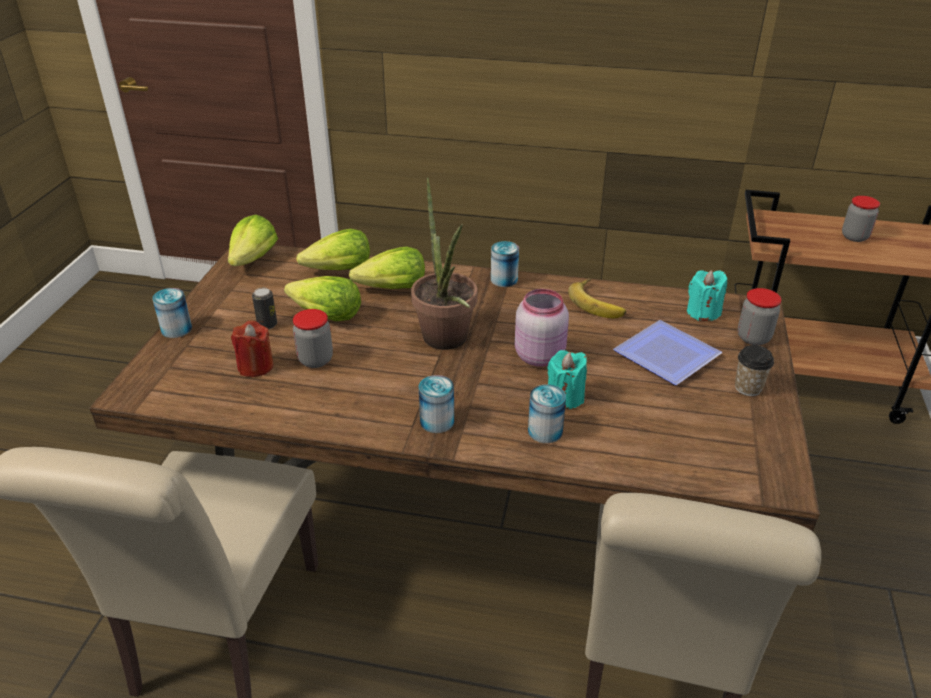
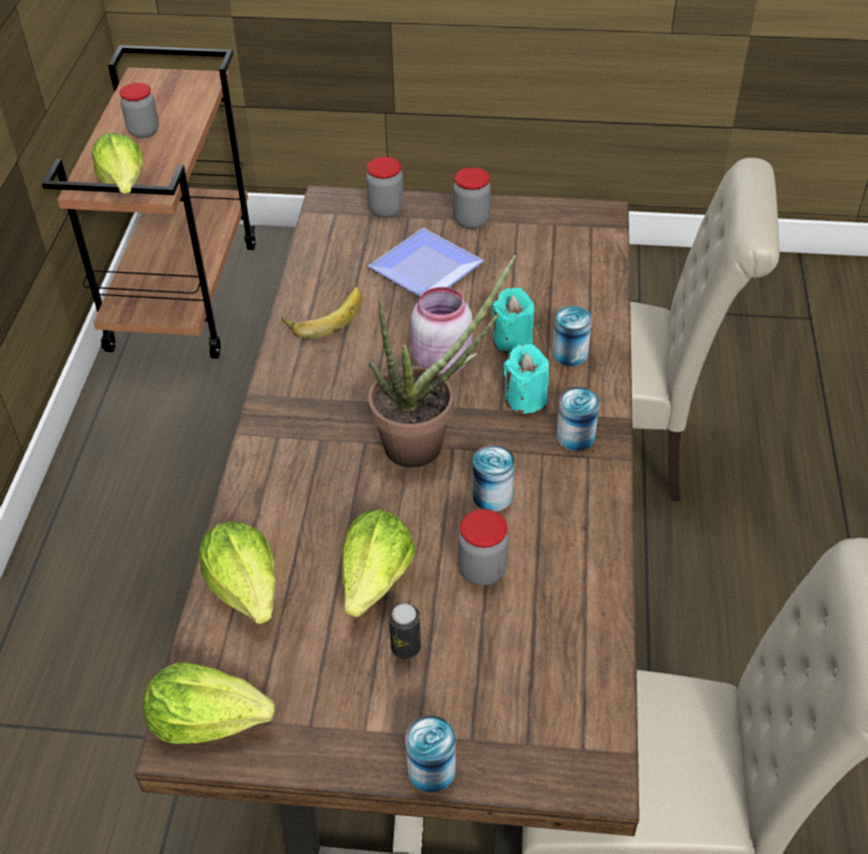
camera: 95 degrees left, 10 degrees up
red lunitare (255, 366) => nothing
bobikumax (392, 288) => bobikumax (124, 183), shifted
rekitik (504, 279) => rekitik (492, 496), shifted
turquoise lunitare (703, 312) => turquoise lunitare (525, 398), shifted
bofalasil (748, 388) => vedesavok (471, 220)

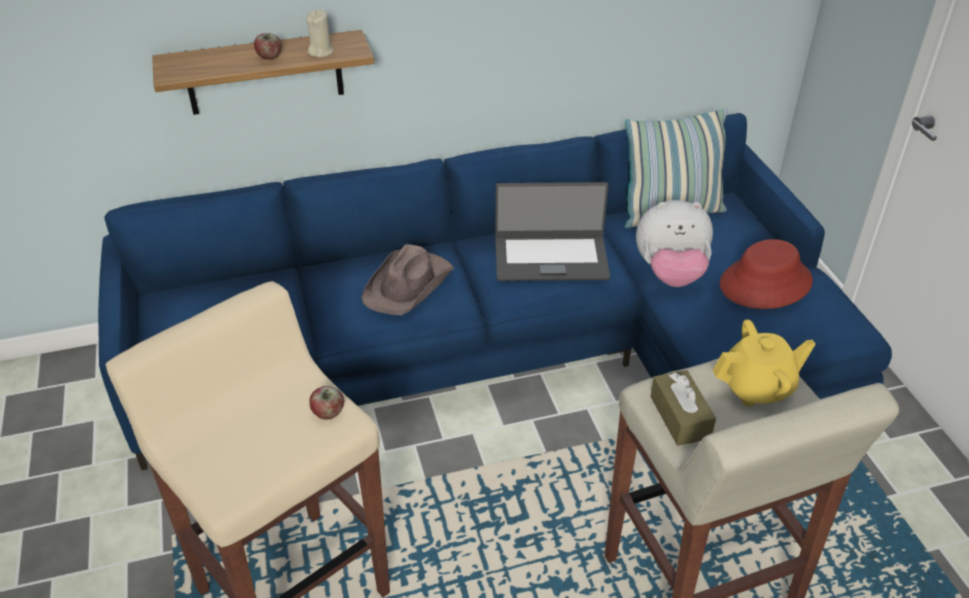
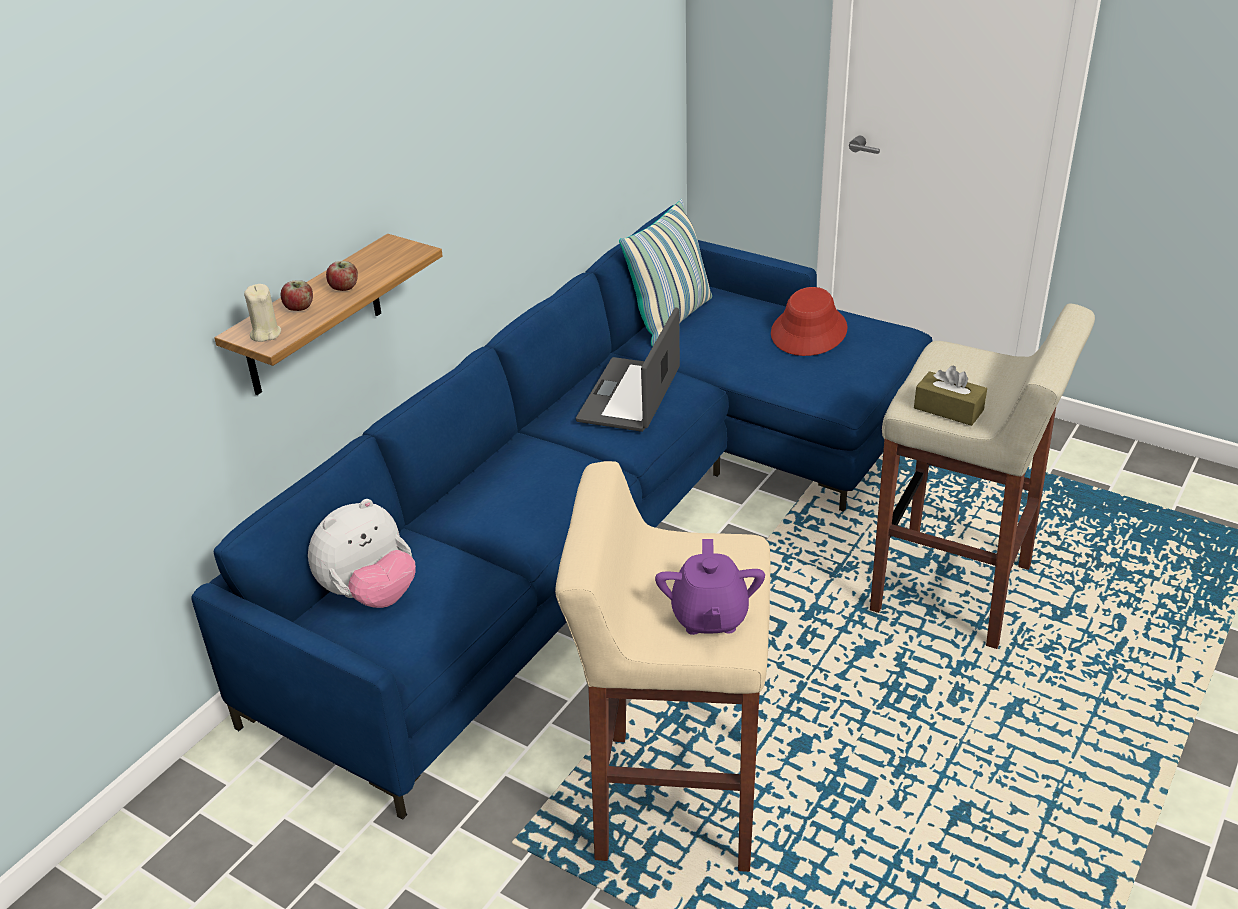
camera: 40 degrees left, 5 degrees down
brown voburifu (409, 285) => nothing
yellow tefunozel (757, 388) => nothing
nothing => purple tefunozel (709, 617)
beige lunitare (321, 52) => beige lunitare (265, 334), shifted
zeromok (328, 413) => zeromok (299, 308), shifted
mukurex (670, 274) => mukurex (370, 594), shifted
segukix (551, 258) => segukix (631, 395), 150 degrees clockwise

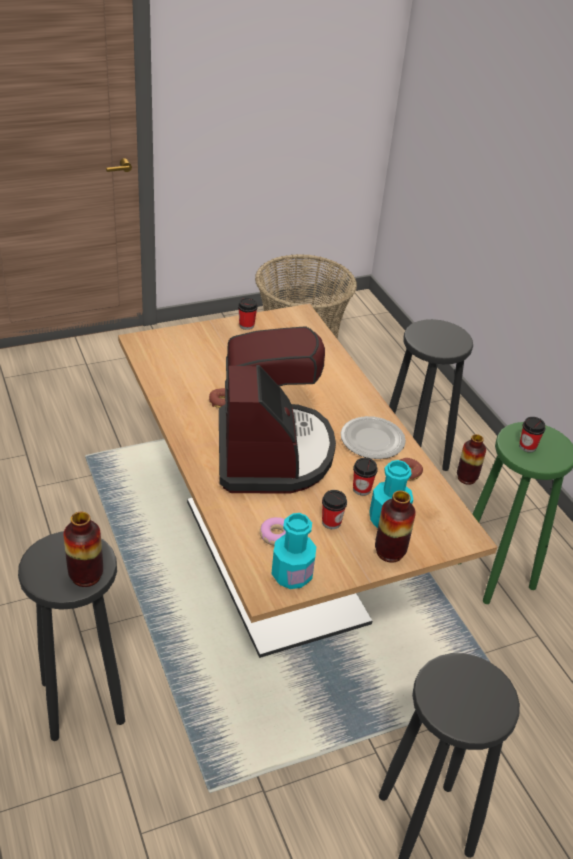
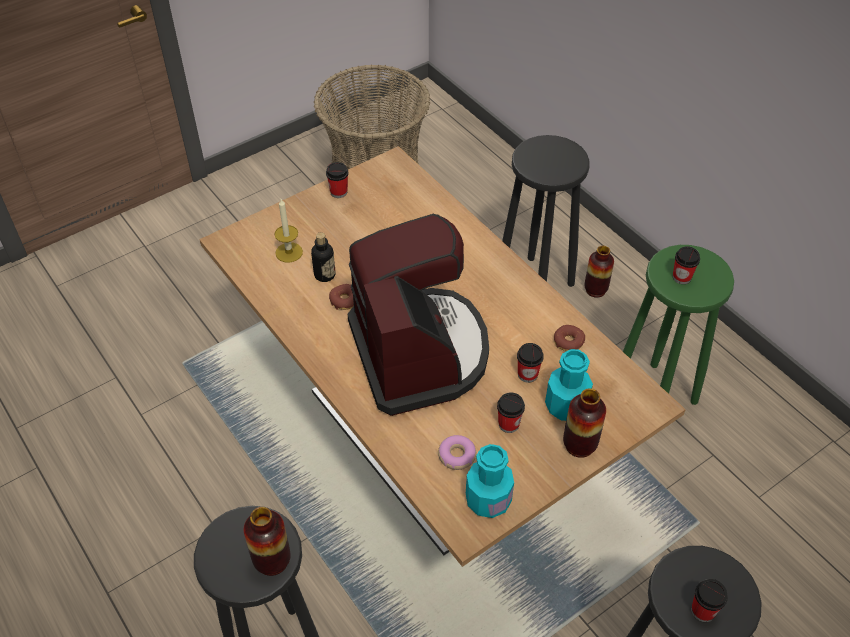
camera: 10 degrees left, 10 degrees up
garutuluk (372, 440) => nothing
nothing => lunitare (289, 252)
nothing => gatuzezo (324, 275)
nothing => bofalasil (703, 610)

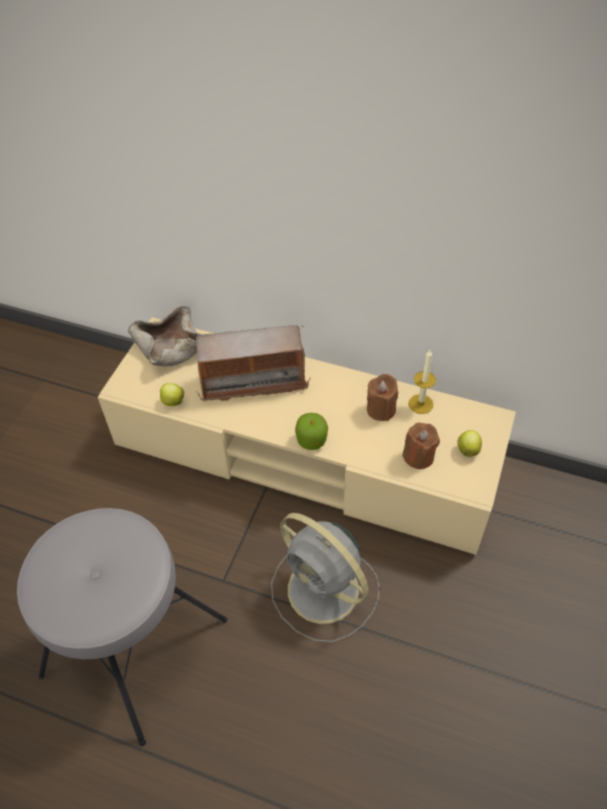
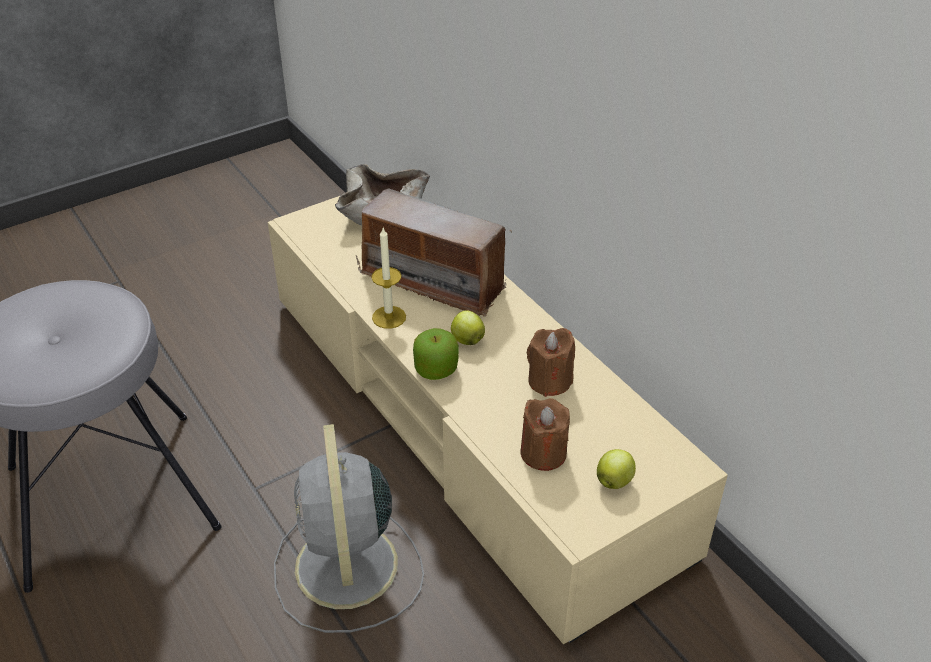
camera: 35 degrees right, 10 degrees down
zeromok (172, 401) => zeromok (467, 340), shifted
lunitare (420, 404) => lunitare (389, 317), shifted

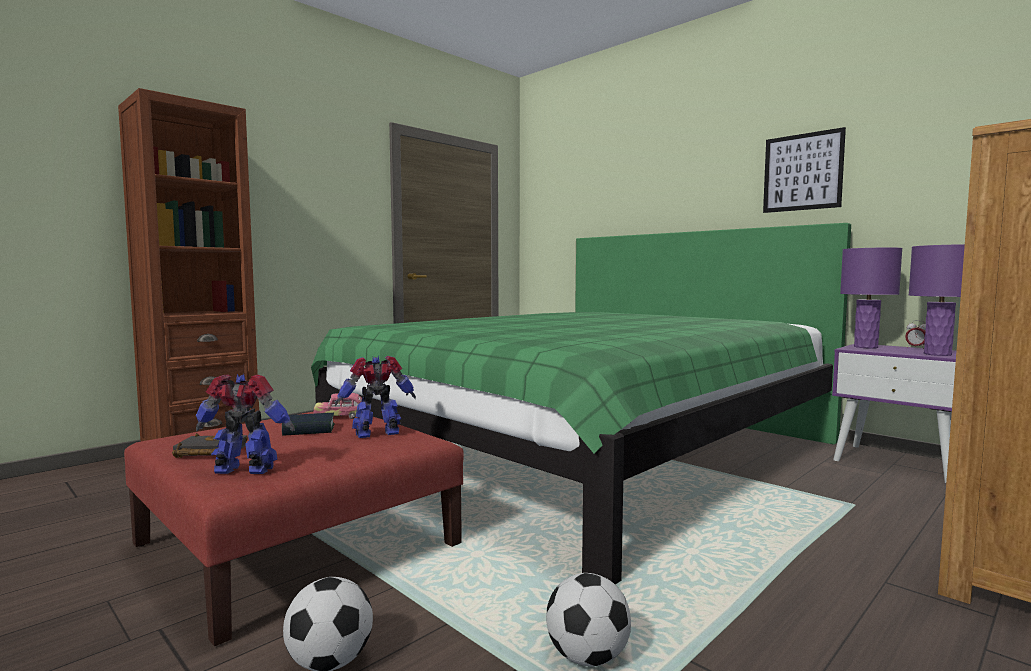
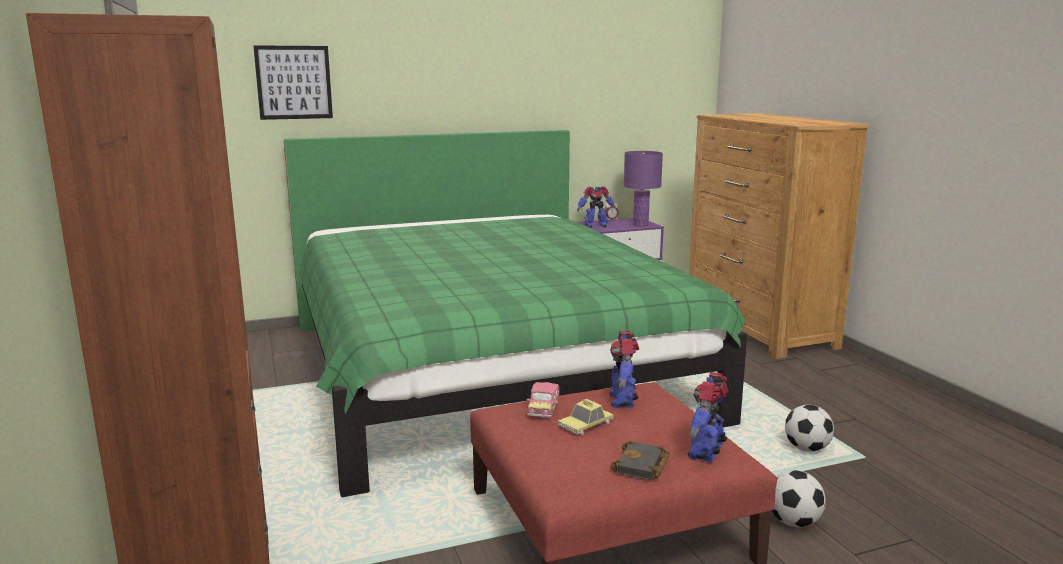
camera: 65 degrees left, 10 degrees up
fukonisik (802, 172) => fukonisik (294, 82), shifted
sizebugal (309, 430) => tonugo (585, 424)
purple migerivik (866, 347) => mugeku (595, 225)

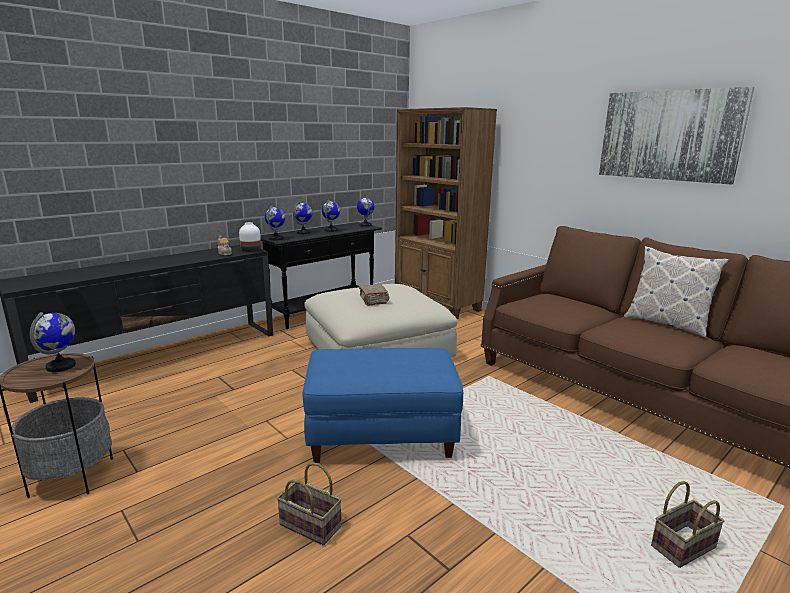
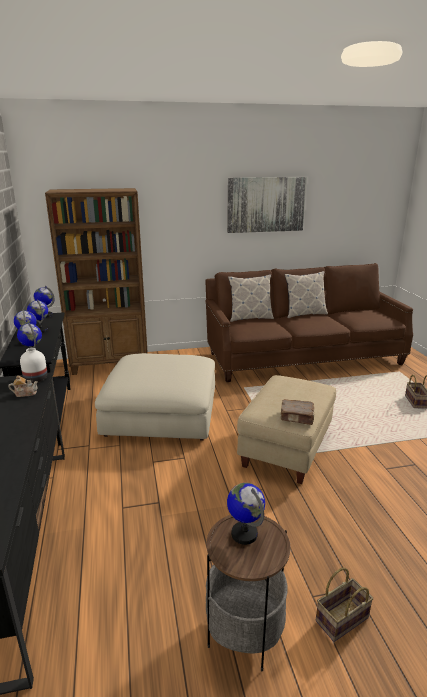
camera: 60 degrees left, 5 degrees up
nothing => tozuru (250, 318)
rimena (308, 525) => rimena (341, 621), shifted
brown sizebugal (373, 300) => brown sizebugal (297, 417), shifted
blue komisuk (381, 435) => beige komisuk (285, 448)

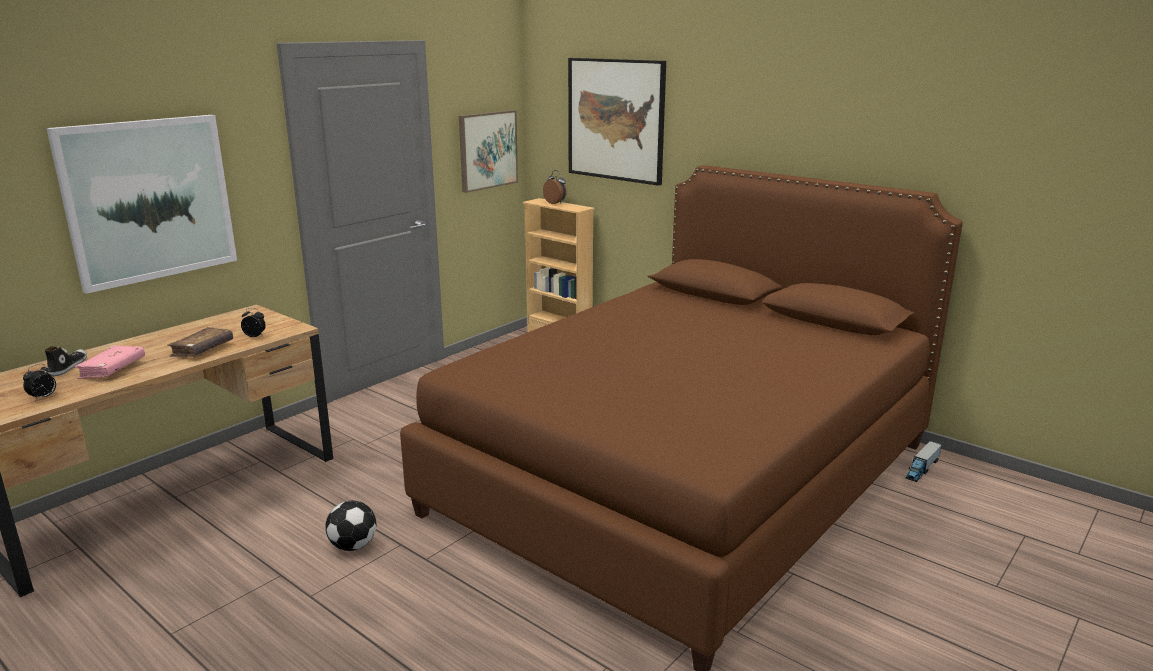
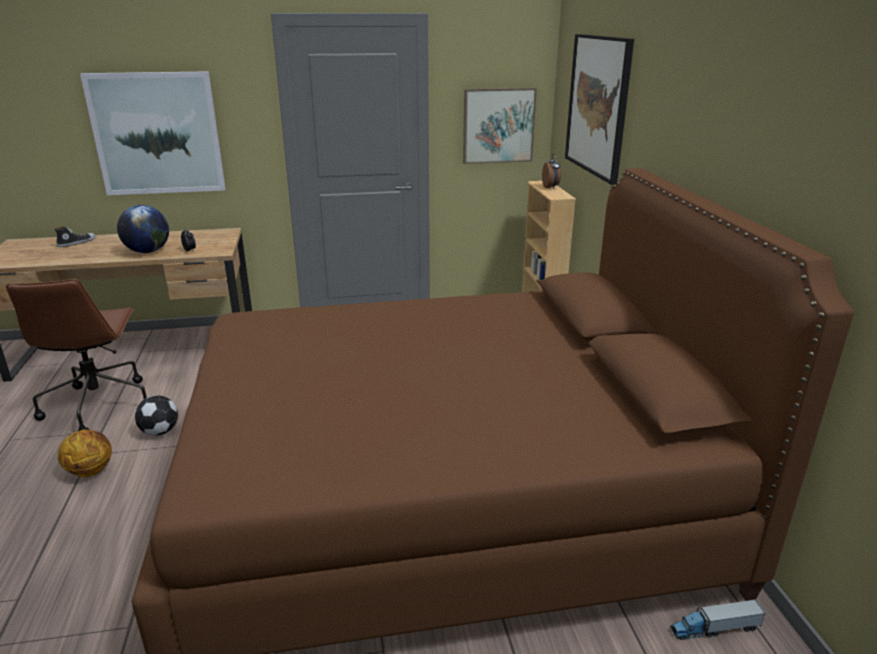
camera: 40 degrees right, 5 degrees up
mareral (43, 397) => nothing
pink sizebugal (112, 369) => nothing
nothing => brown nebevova (98, 405)
nothing => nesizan (90, 471)
brown sizebugal (202, 350) => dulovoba (148, 251)

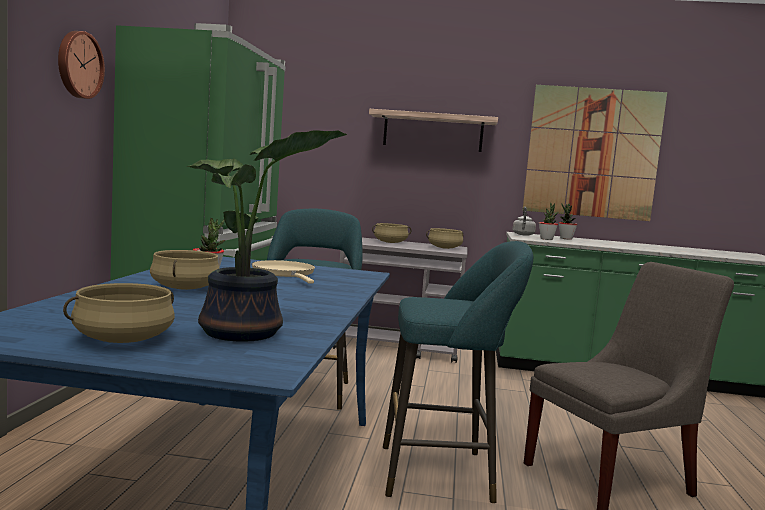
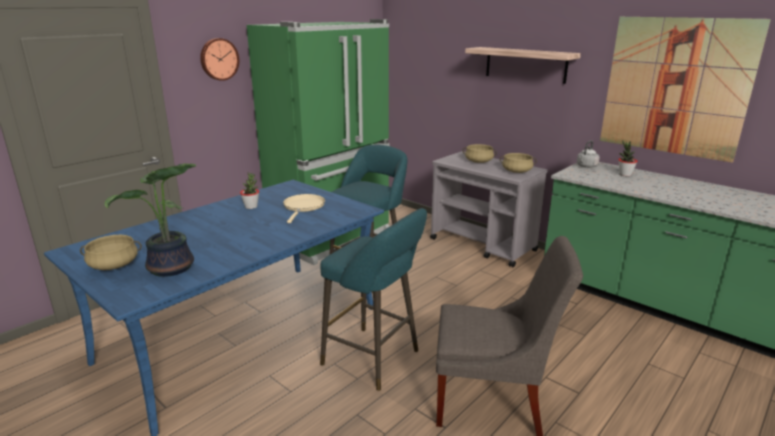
camera: 35 degrees right, 15 degrees up
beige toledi (184, 288) => nothing
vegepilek (546, 239) => nothing

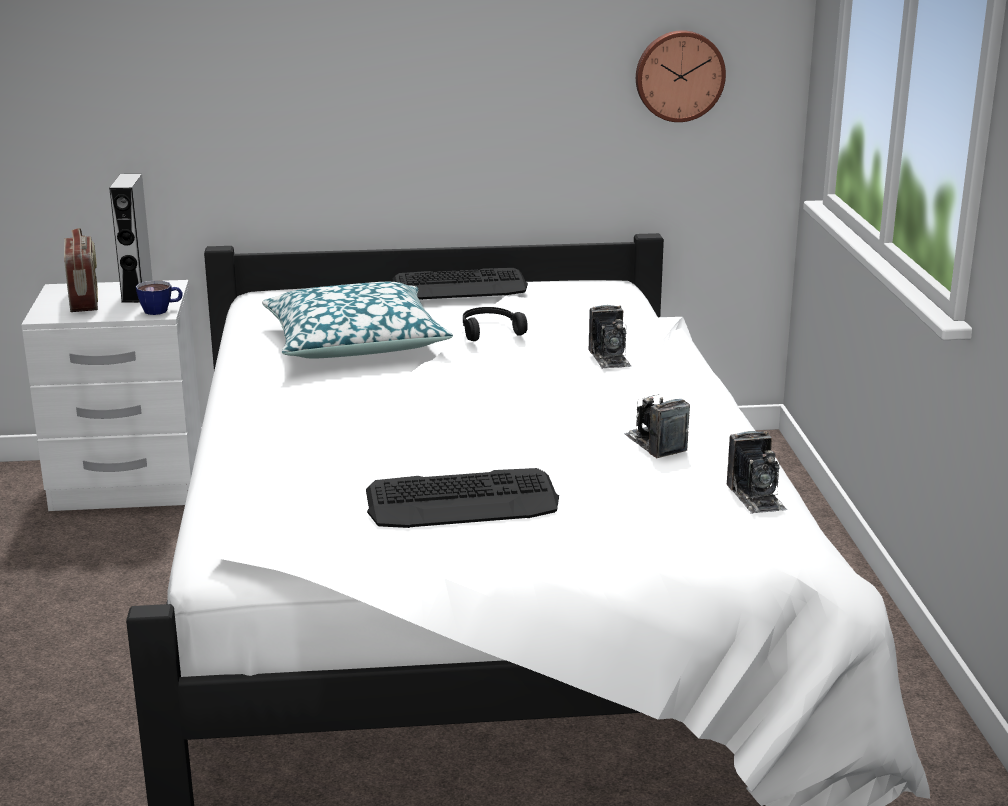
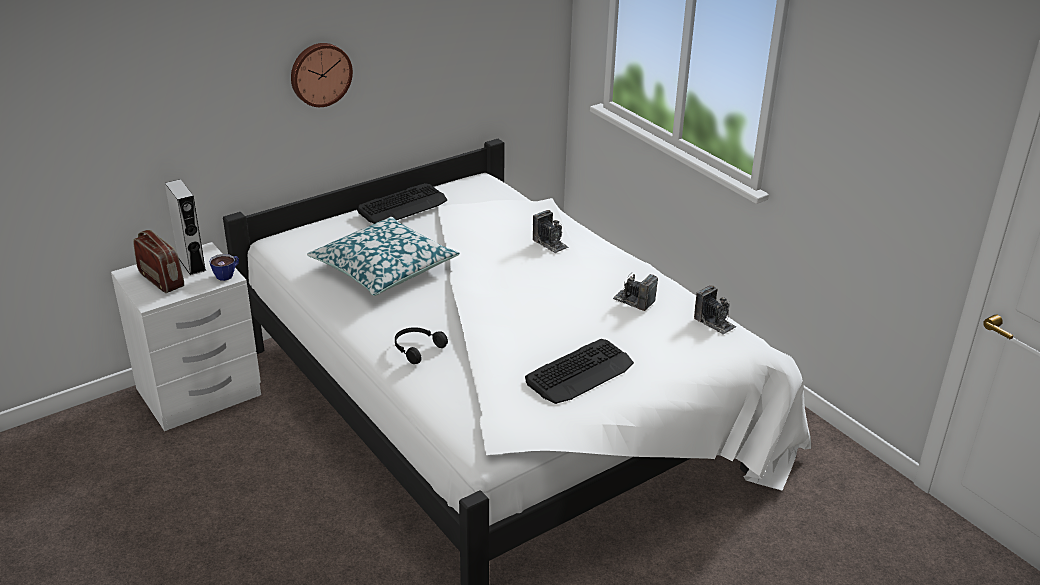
camera: 30 degrees left, 10 degrees up
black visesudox (489, 331) => black visesudox (417, 349), shifted
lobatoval (679, 75) => lobatoval (320, 74), shifted

